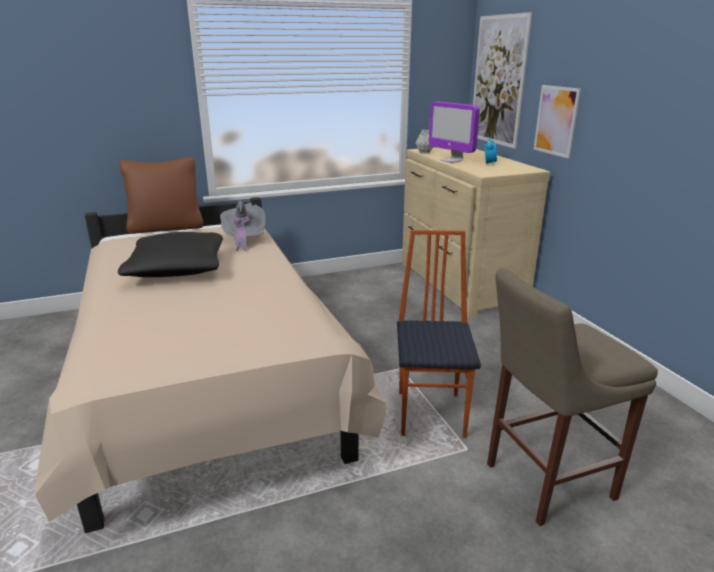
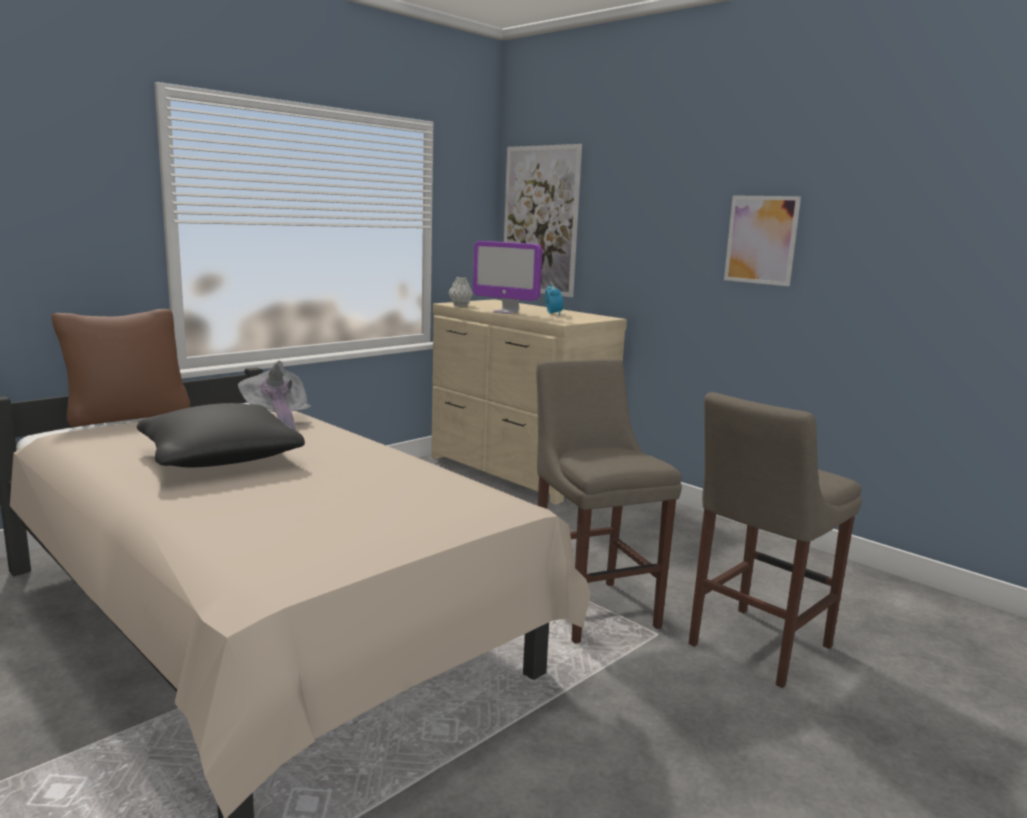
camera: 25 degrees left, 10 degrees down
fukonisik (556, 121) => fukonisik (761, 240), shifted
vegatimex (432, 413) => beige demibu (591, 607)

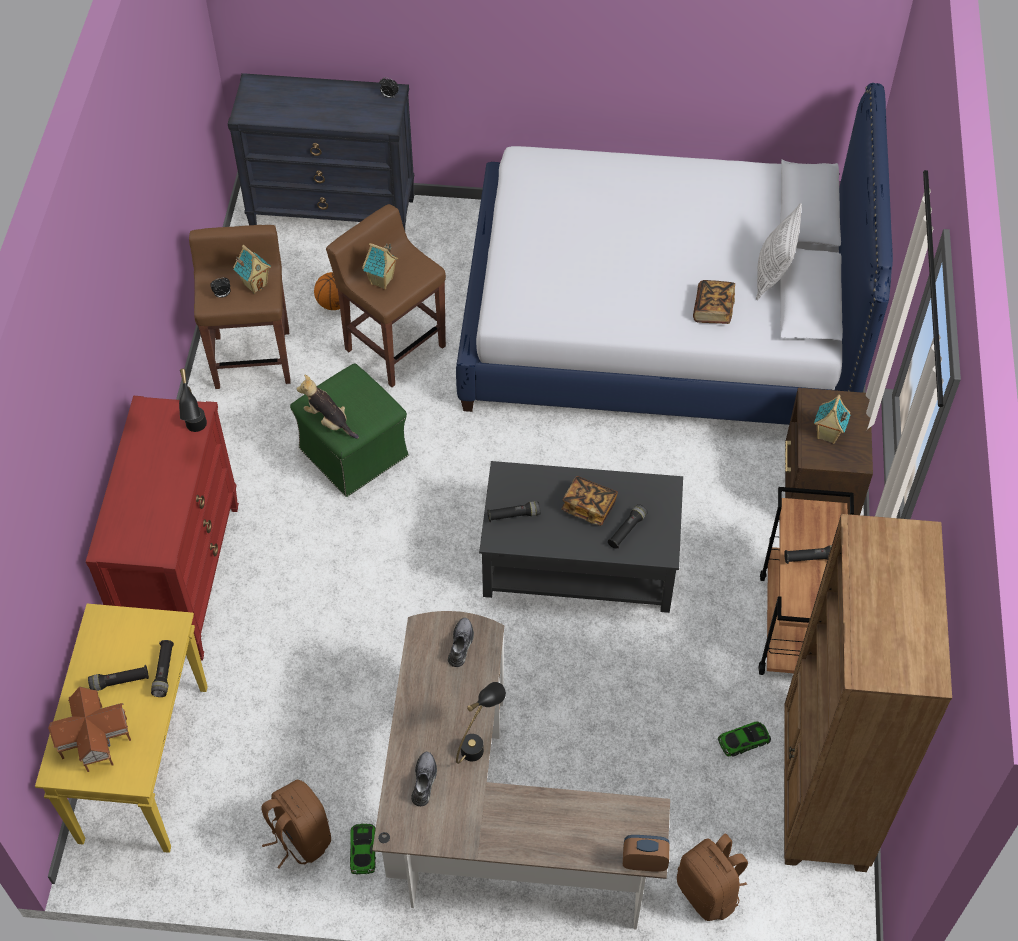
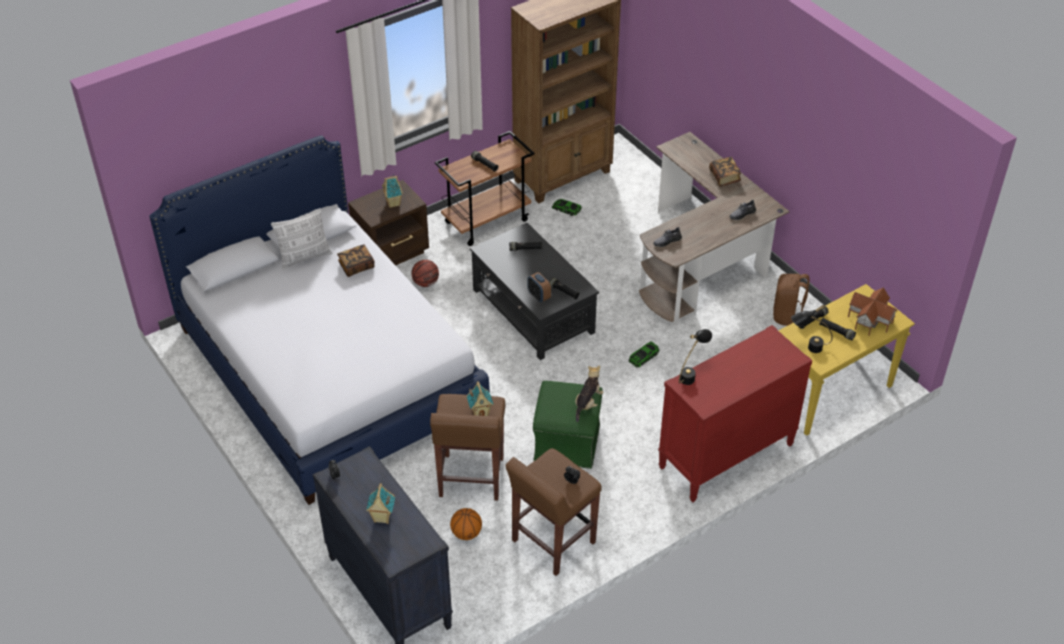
camera: 130 degrees left, 10 degrees down
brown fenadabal (709, 892) => nothing
nothing => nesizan (426, 283)
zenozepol (255, 284) => zenozepol (382, 518), shifted
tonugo (363, 850) => tonugo (643, 357), shifted
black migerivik (479, 742) => black migerivik (808, 348), shifted
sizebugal (589, 507) => sizebugal (724, 177), shifted
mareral (644, 861) => mareral (539, 296), shifted
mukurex (329, 421) => mukurex (587, 403), 150 degrees counterclockwise

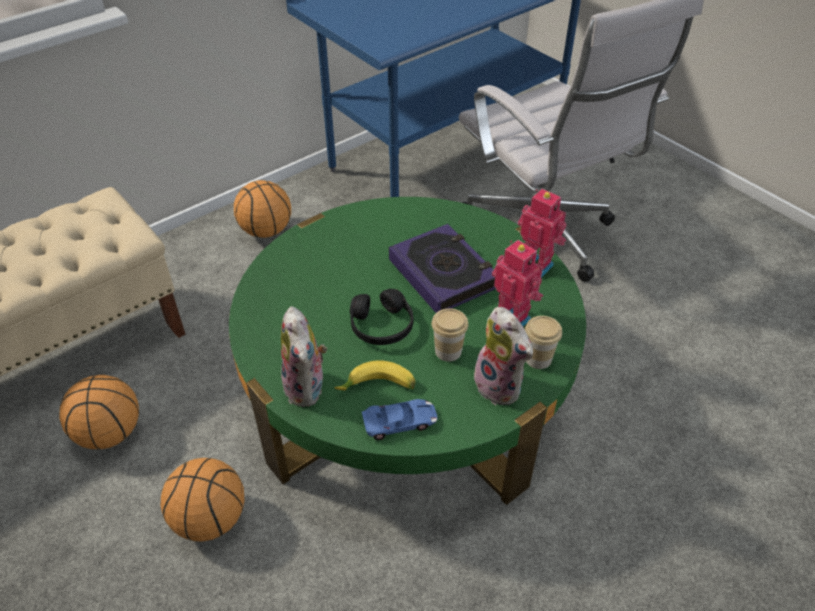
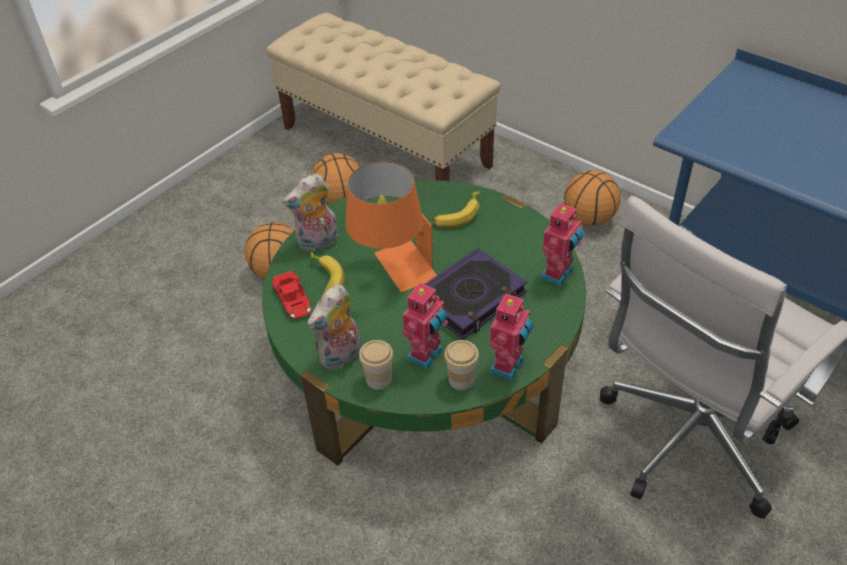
camera: 80 degrees right, 0 degrees up
nothing => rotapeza (457, 215)
nothing => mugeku (558, 275)
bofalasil (448, 351) => bofalasil (461, 379), shifted
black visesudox (381, 326) => orange migerivik (393, 270)
blue tonugo (400, 422) => red tonugo (293, 300)

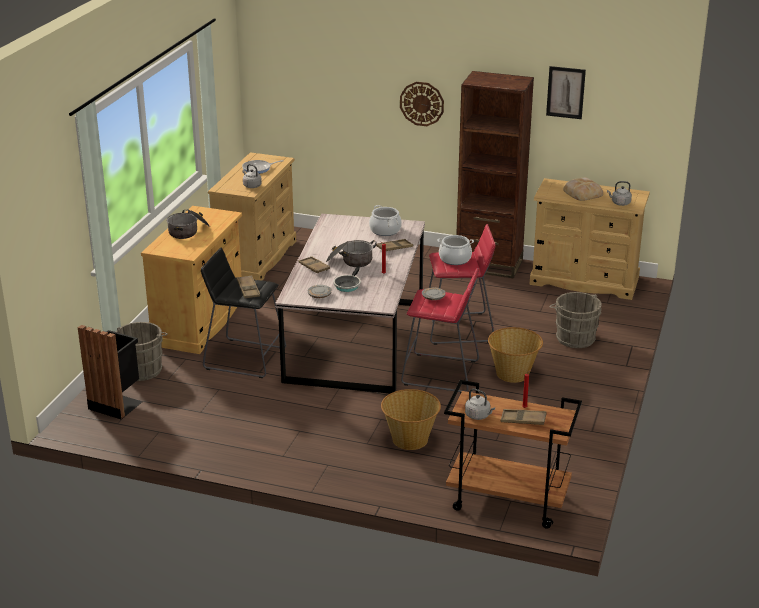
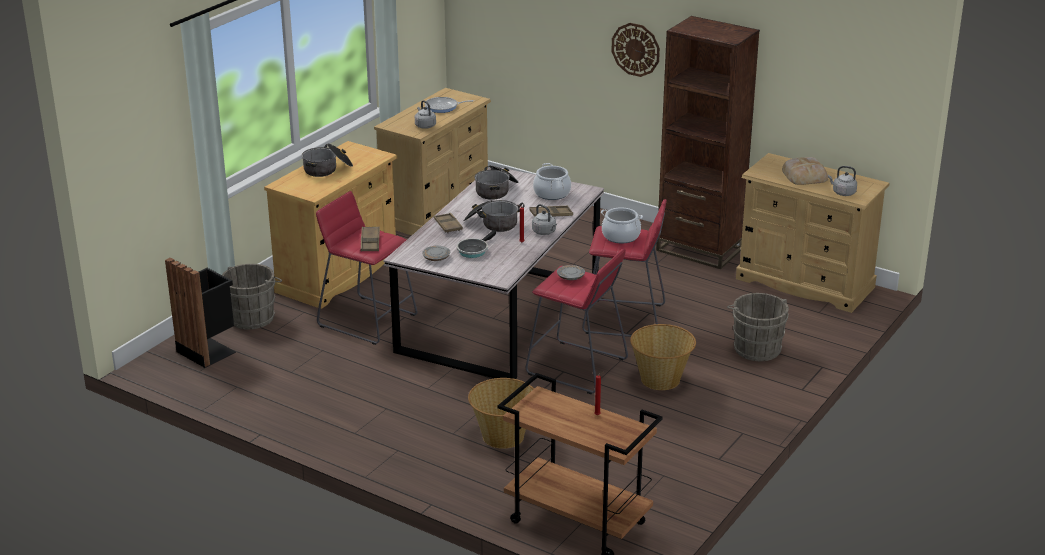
camera: 15 degrees right, 0 degrees up
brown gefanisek (523, 420) => nothing
fukonisik (565, 92) => nothing
nothing => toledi (496, 190)
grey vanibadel (478, 416) => grey vanibadel (545, 232), shifted
black demibu (245, 358) => red demibu (367, 320)

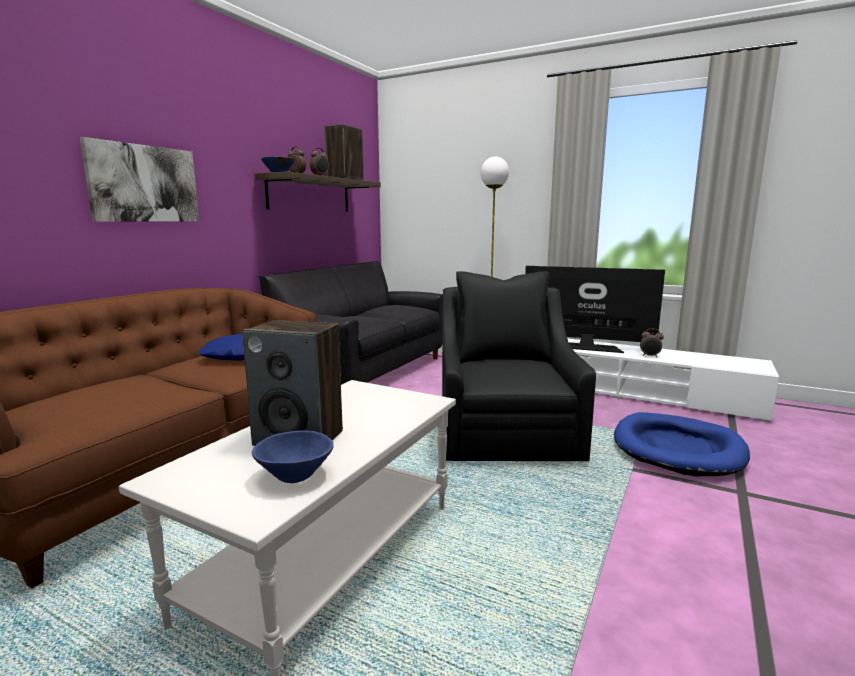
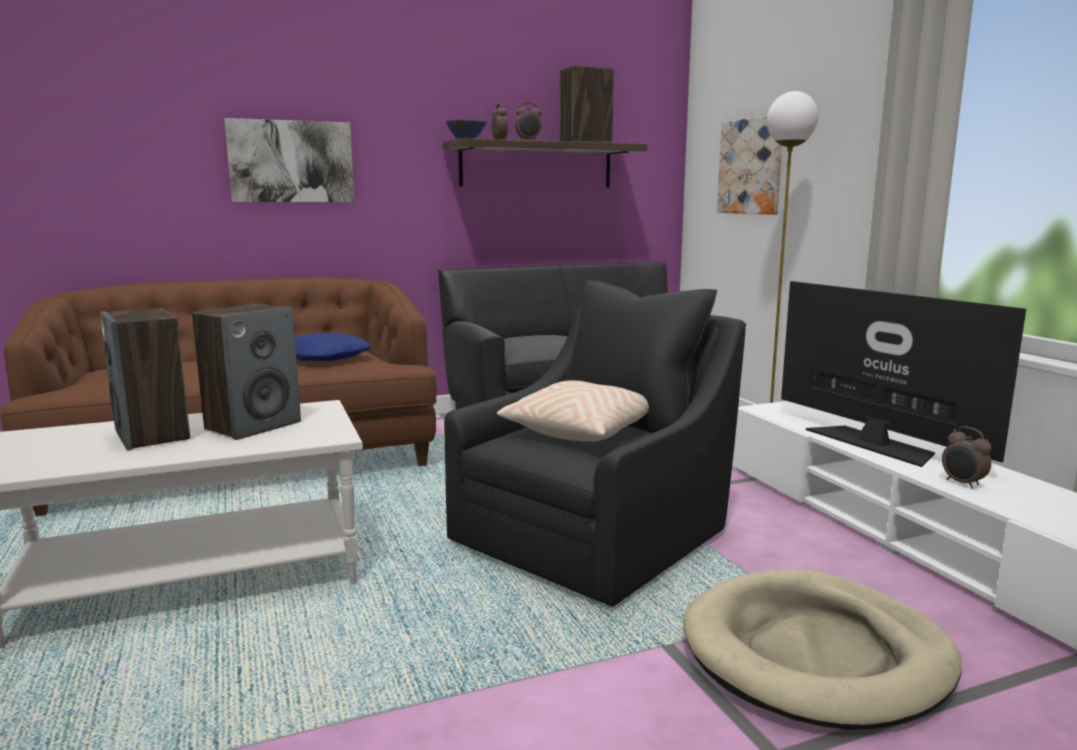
camera: 40 degrees right, 0 degrees up
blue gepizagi (294, 476) => nothing
nothing => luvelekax (253, 426)
nothing => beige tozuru (580, 431)
nothing => fukonisik (751, 166)
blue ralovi (677, 449) => beige ralovi (816, 655)

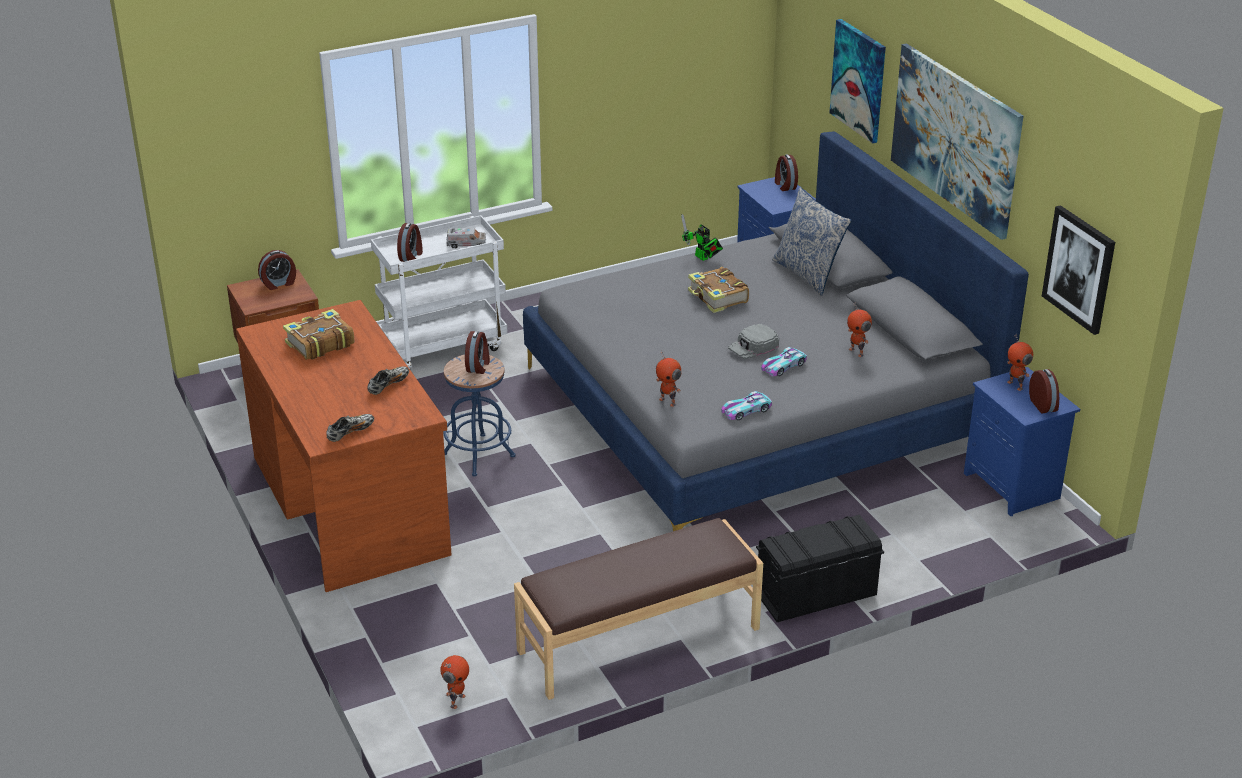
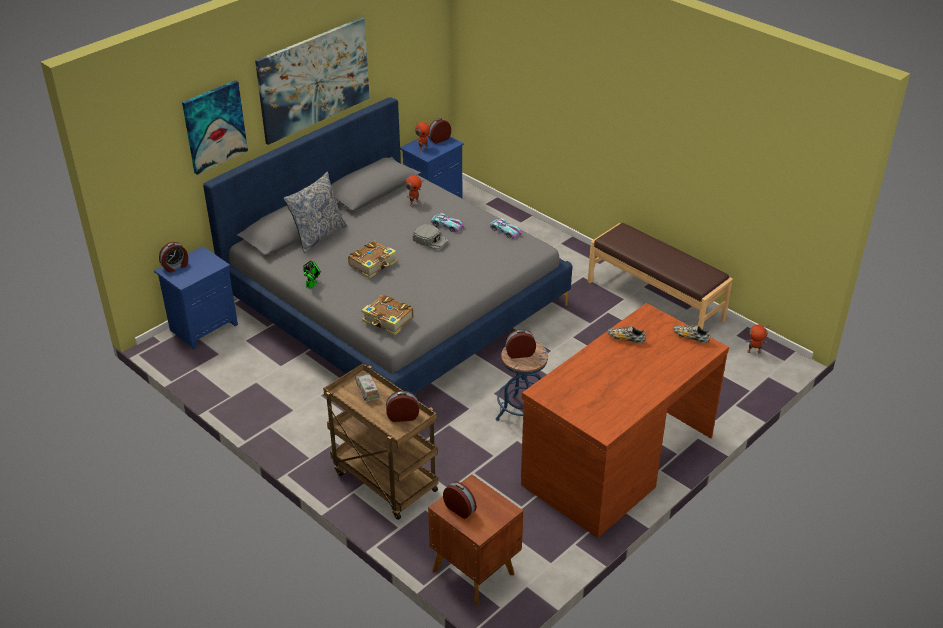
camera: 110 degrees left, 5 degrees up
mugeku (668, 401) => nothing
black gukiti (815, 595) => nothing
fukonisik (1079, 269) => nothing
sizebugal (319, 344) => sizebugal (388, 321), shifted
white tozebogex (444, 346) => brown tozebogex (383, 481)

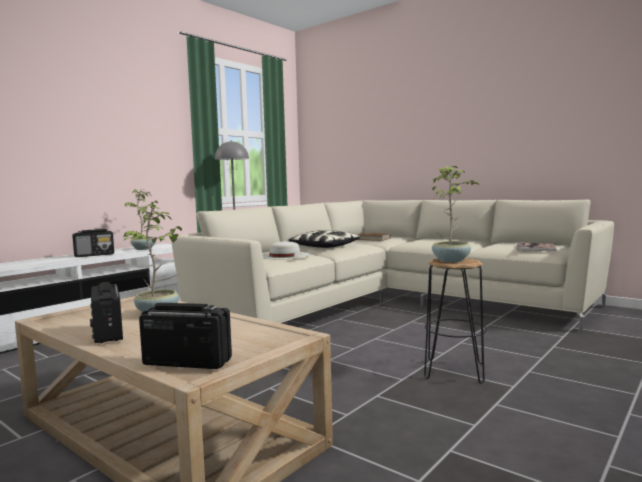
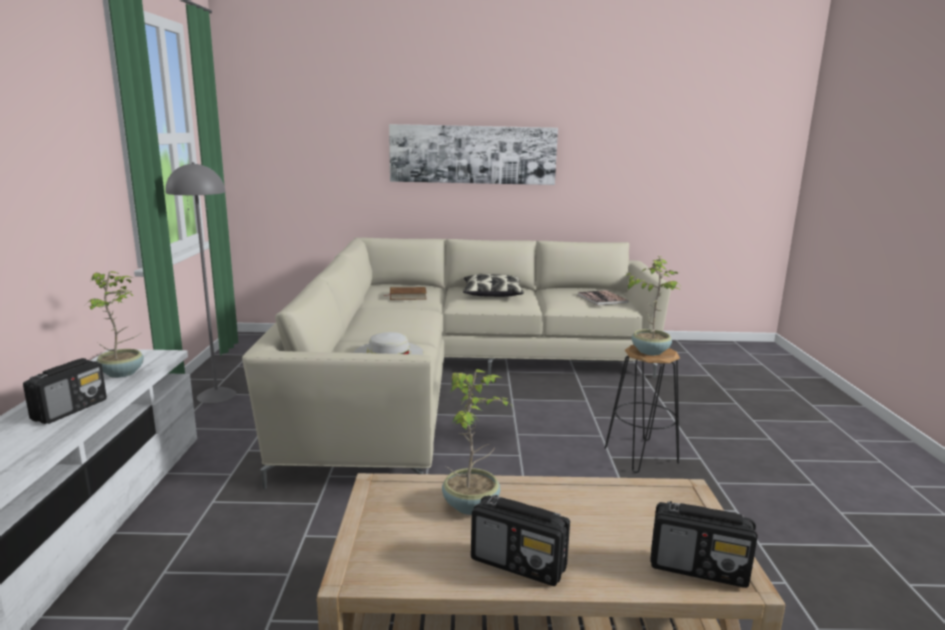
camera: 40 degrees left, 10 degrees up
nothing => fukonisik (473, 154)
tozuru (324, 246) => tozuru (492, 294), shifted
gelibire (187, 362) => gelibire (699, 568), 135 degrees counterclockwise

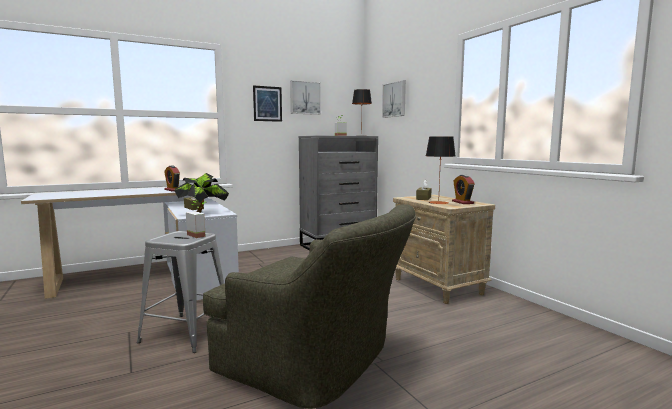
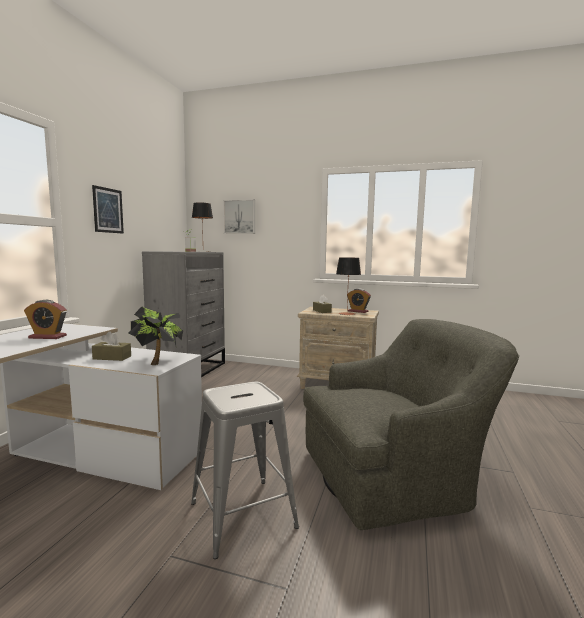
camera: 45 degrees left, 0 degrees up
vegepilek (200, 235) => nothing
fukonisik (305, 98) => nothing

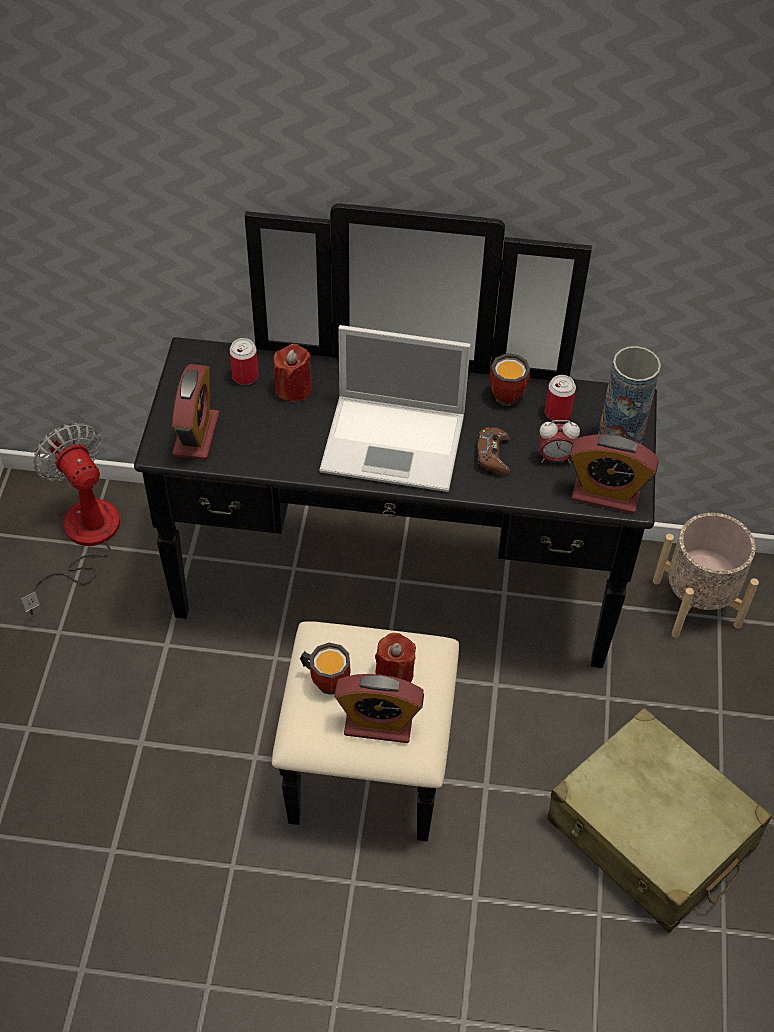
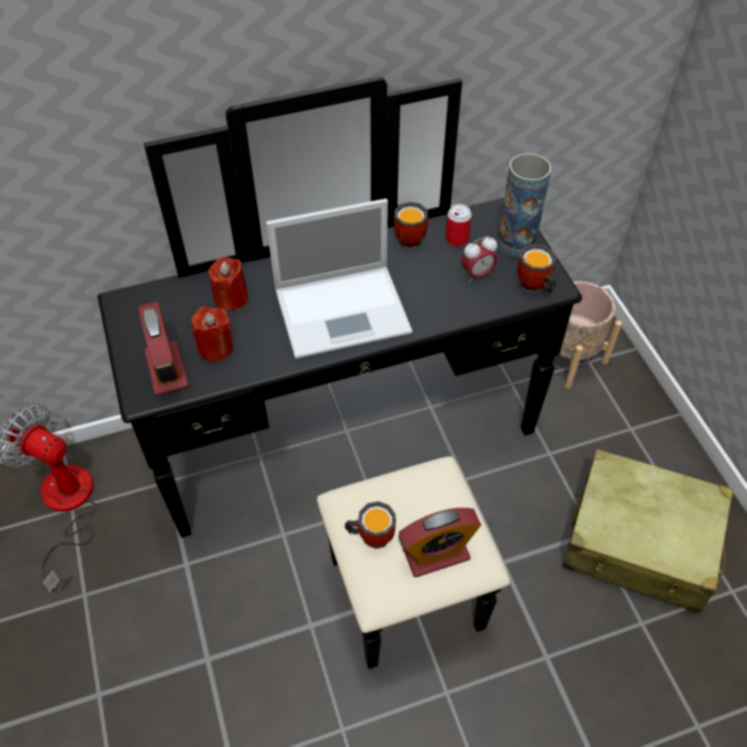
camera: 25 degrees left, 0 degrees up
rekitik (245, 376) => nothing
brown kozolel (493, 455) => nothing
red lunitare (394, 674) => red lunitare (215, 348), shifted
mareral (605, 494) => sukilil (533, 287)

